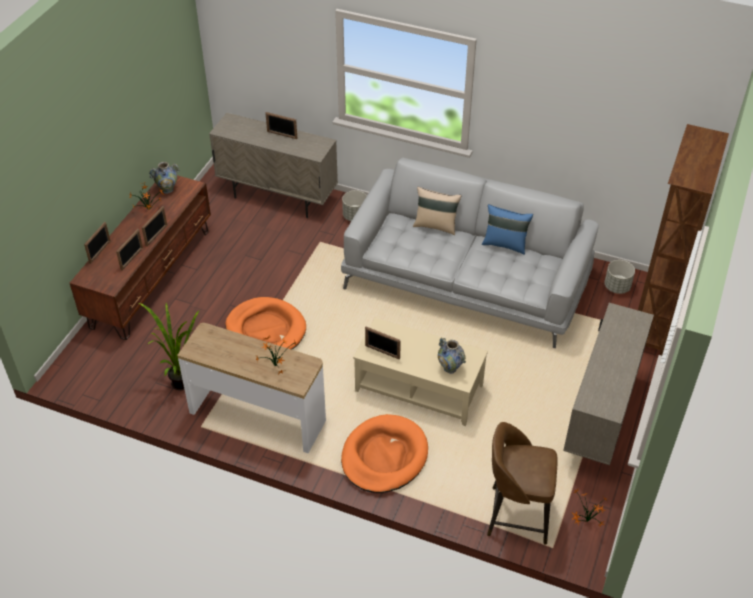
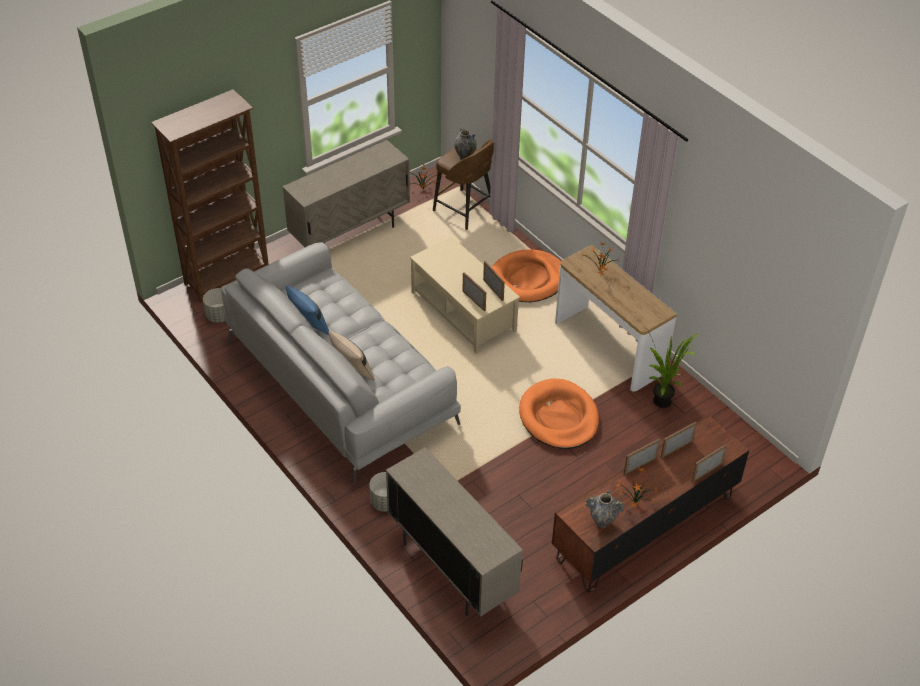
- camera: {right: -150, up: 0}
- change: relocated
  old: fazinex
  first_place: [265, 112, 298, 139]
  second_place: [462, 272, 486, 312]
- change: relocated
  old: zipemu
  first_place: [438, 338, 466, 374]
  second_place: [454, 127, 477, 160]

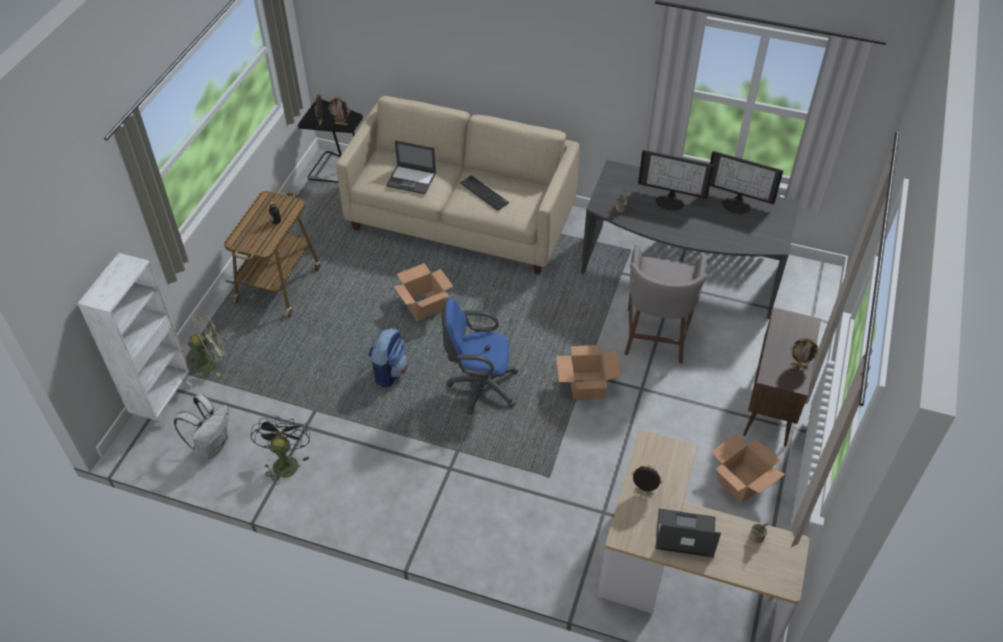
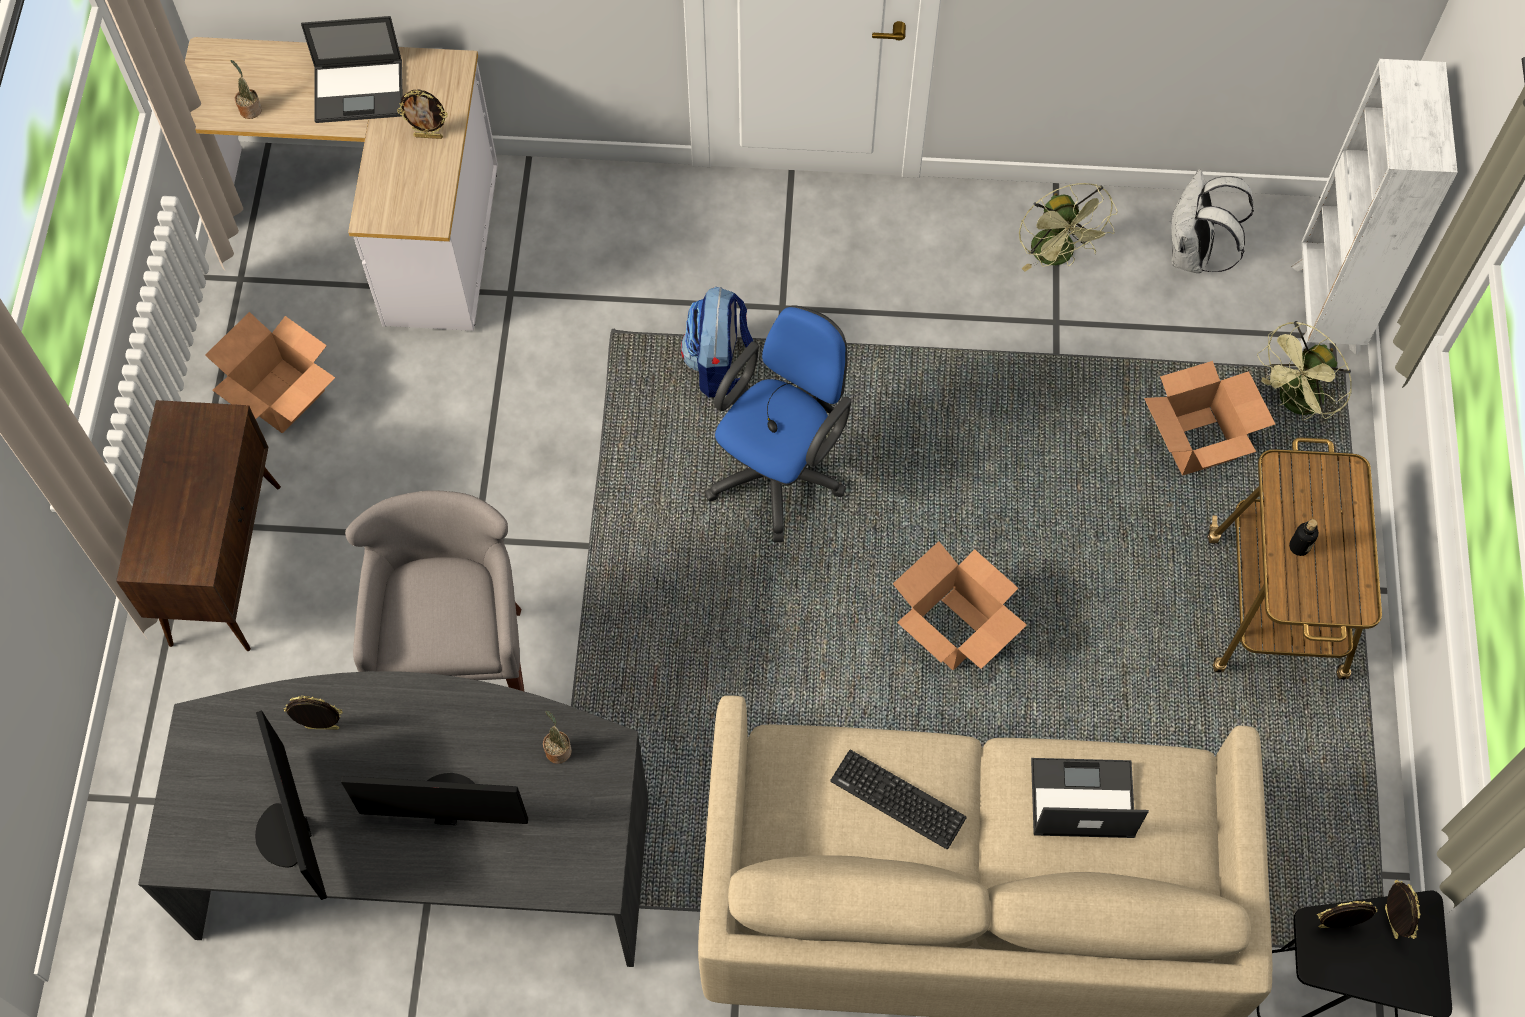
- camera: {right: 165, up: 15}
- change: colour
  old: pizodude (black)
  new: pizodude (green)
  first_place: [250, 416, 310, 485]
  second_place: [1019, 183, 1118, 272]
- change: relocated
  old: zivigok
  first_place: [368, 328, 408, 388]
  second_place: [681, 287, 753, 397]
- change: spun
  old: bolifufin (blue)
  first_place: [442, 298, 518, 414]
  second_place: [705, 305, 851, 542]
  degrees: -45
- change: relocated
  old: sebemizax
  first_place: [556, 345, 621, 400]
  second_place: [1144, 361, 1275, 476]
- change: spun
  old: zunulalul
  first_place: [710, 151, 783, 214]
  second_place: [255, 711, 327, 900]
  degrees: -120
- change: relocated
  old: fazinex
  first_place: [790, 338, 819, 368]
  second_place: [284, 696, 343, 730]

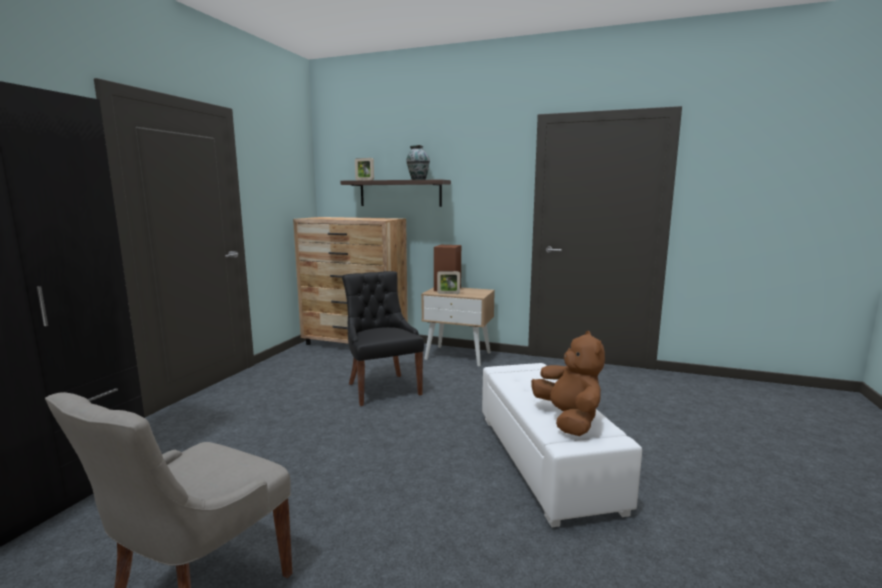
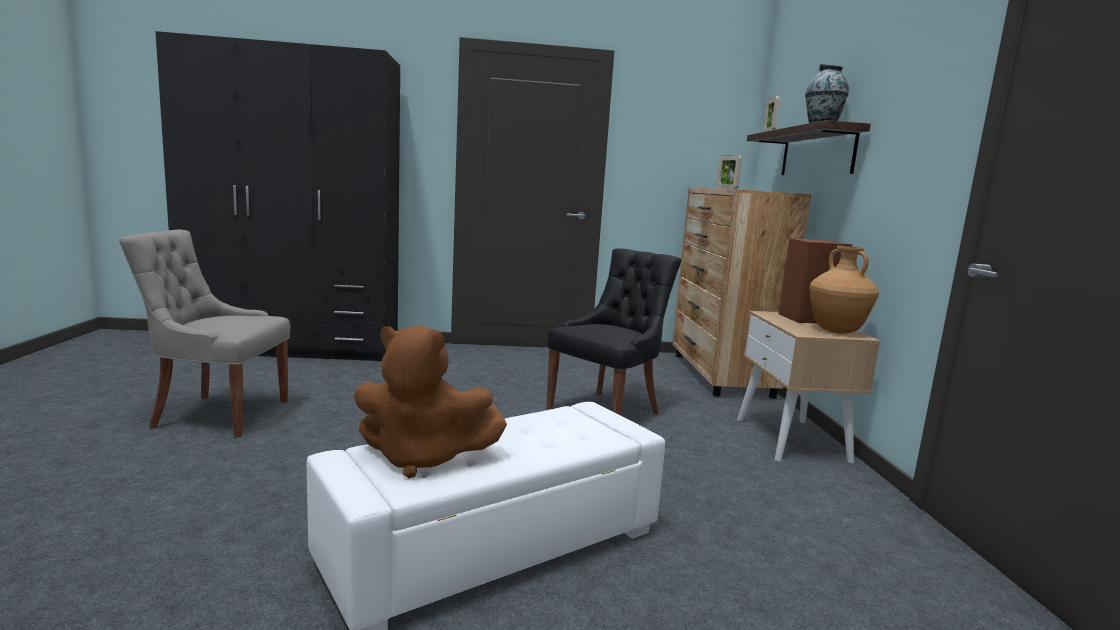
- camera: {right: 65, up: 0}
- change: relocated
  old: fazinex
  first_place: [437, 271, 460, 294]
  second_place: [716, 155, 742, 189]
- change: spun
  old: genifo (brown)
  first_place: [531, 331, 605, 436]
  second_place: [354, 325, 507, 479]
  degrees: 45
- change: appeared
  new: zipemu (brown)
  second_place: [809, 246, 879, 334]

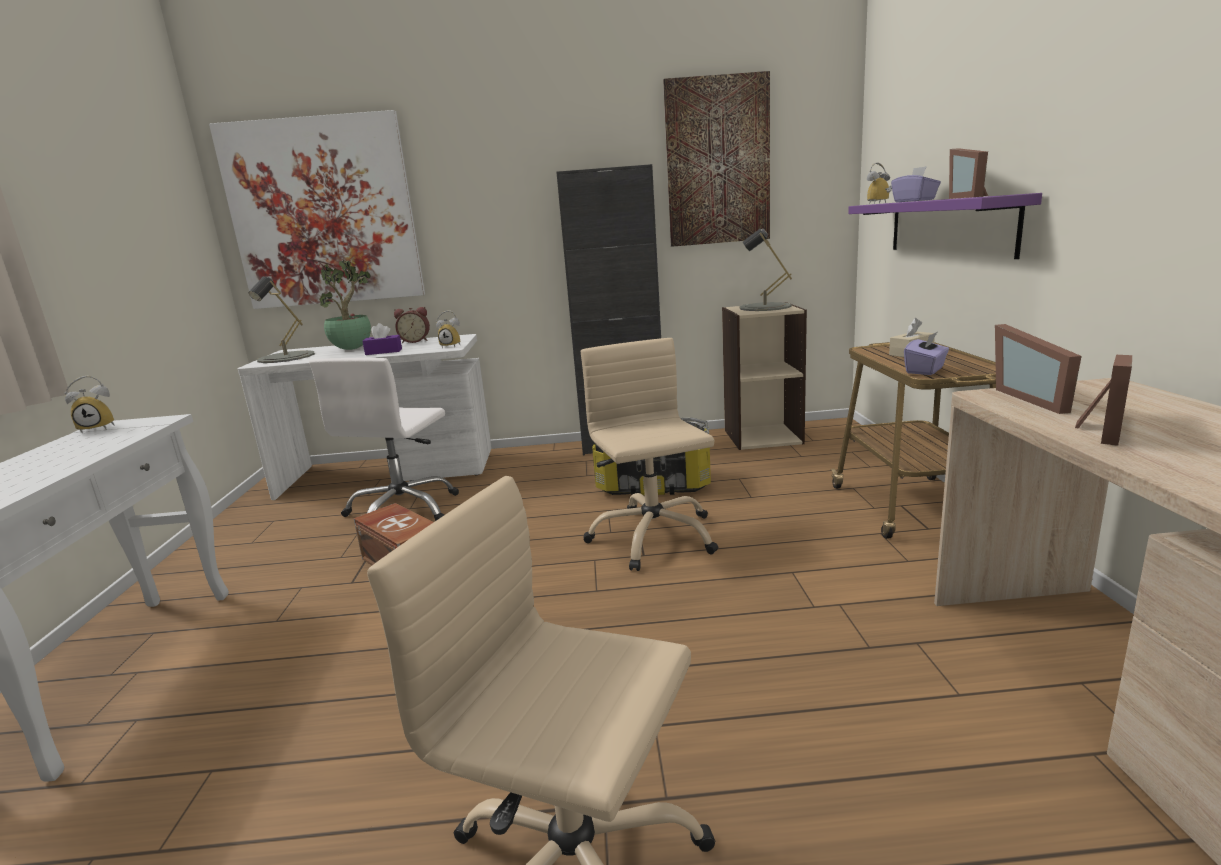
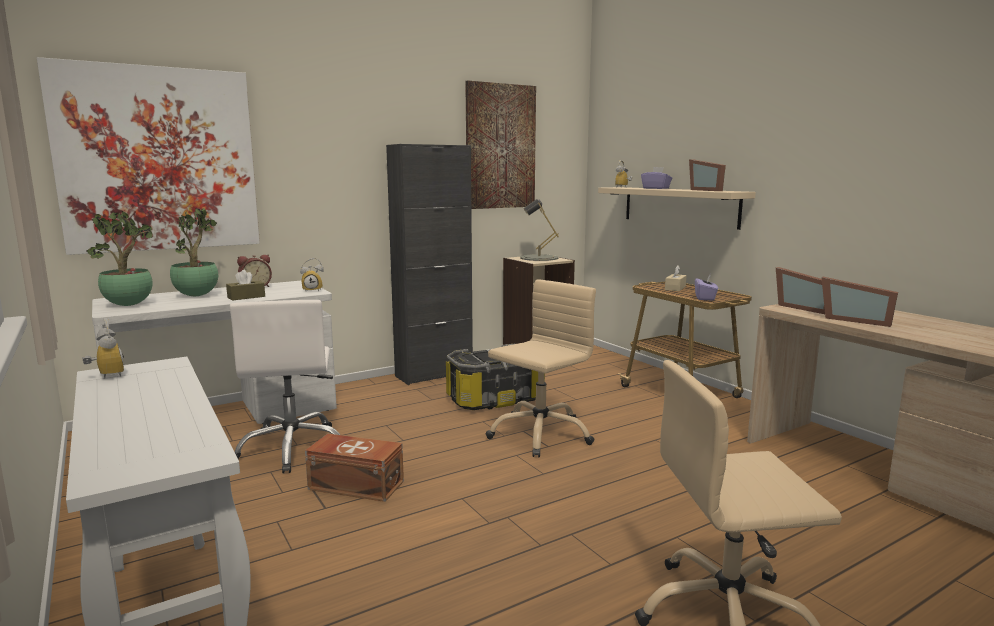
- camera: {right: -30, up: -5}
- change: spun
  old: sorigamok
  first_place: [64, 376, 115, 433]
  second_place: [82, 318, 124, 379]
  degrees: -75
- change: exchanged
  old: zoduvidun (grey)
  new: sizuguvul
  first_place: [249, 276, 315, 363]
  second_place: [86, 211, 153, 306]
- change: colour
  old: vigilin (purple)
  new: vigilin (brown)
  first_place: [362, 323, 402, 355]
  second_place: [226, 270, 265, 301]
- change: spun
  old: bolifufin (beige)
  first_place: [581, 338, 718, 571]
  second_place: [486, 279, 596, 457]
  degrees: 90
- change: colour
  old: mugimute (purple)
  new: mugimute (beige)
  first_place: [848, 193, 1042, 259]
  second_place: [598, 187, 756, 230]
- change: spun
  old: fazinex
  first_place: [1075, 355, 1132, 446]
  second_place: [821, 277, 898, 327]
  degrees: 120

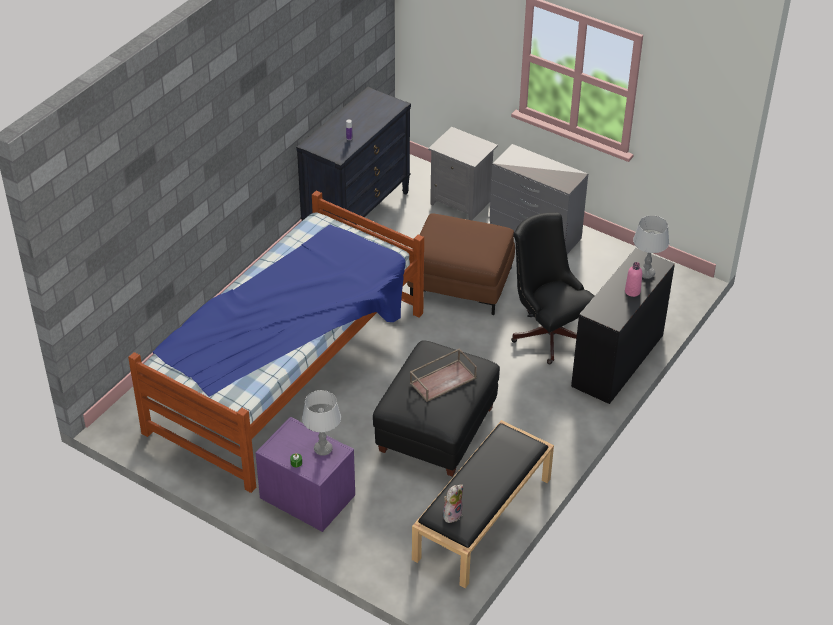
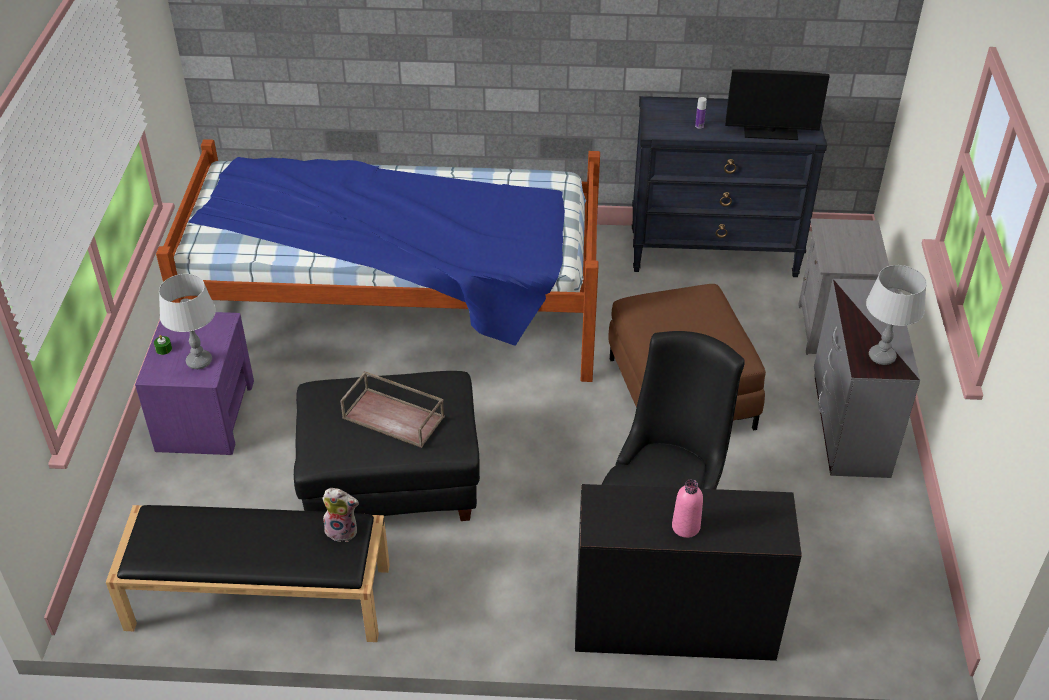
- camera: {right: 60, up: 0}
- change: relocated
  old: genifo
  first_place: [443, 484, 463, 523]
  second_place: [322, 488, 359, 542]
- change: relocated
  old: zoduvidun (grey)
  first_place: [633, 215, 669, 279]
  second_place: [866, 265, 927, 365]
- change: appeared
  new: zunulalul
  second_place: [725, 69, 830, 140]

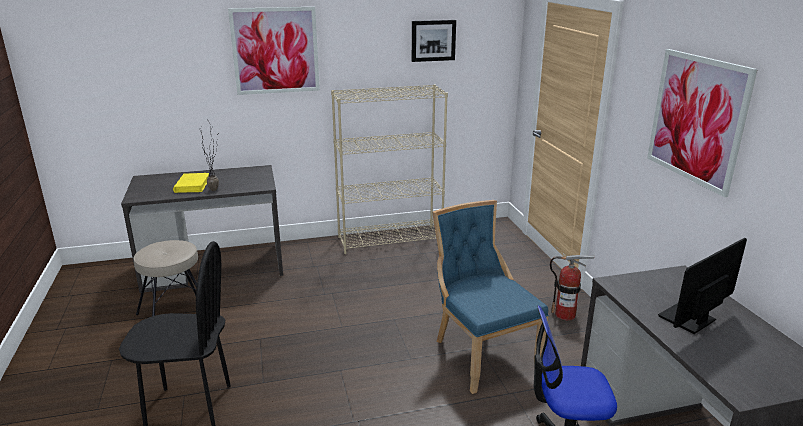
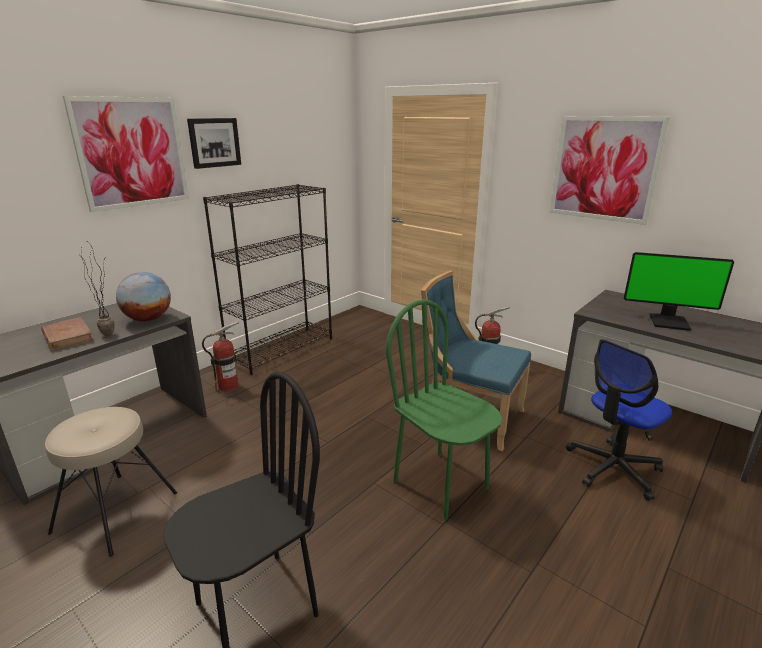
- camera: {right: -35, up: 0}
- change: colour
  old: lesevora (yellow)
  new: lesevora (brown)
  first_place: [173, 173, 210, 193]
  second_place: [41, 317, 94, 351]
- change: colour
  old: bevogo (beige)
  new: bevogo (black)
  first_place: [331, 84, 448, 254]
  second_place: [203, 184, 332, 375]
- change: relocated
  old: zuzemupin
  first_place: [412, 20, 456, 62]
  second_place: [187, 118, 241, 169]
- change: spun
  old: zunulalul
  first_place: [658, 238, 747, 334]
  second_place: [624, 252, 734, 331]
  degrees: -90
- change: appeared
  new: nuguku
  second_place: [116, 272, 171, 321]
- change: appeared
  new: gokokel
  second_place: [202, 321, 239, 391]
- change: appeared
  new: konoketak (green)
  second_place: [386, 299, 502, 520]

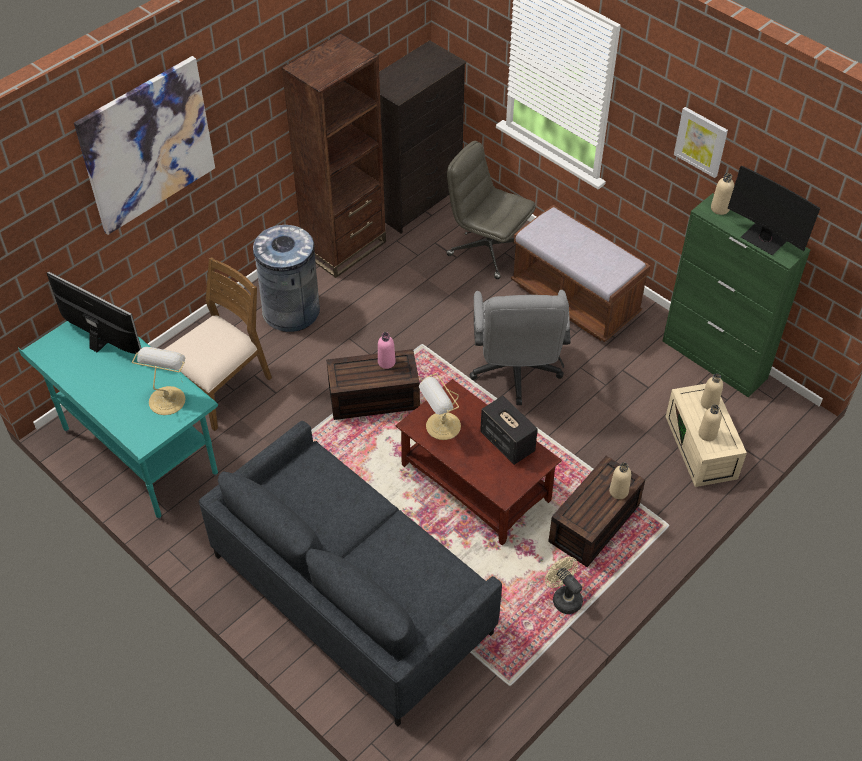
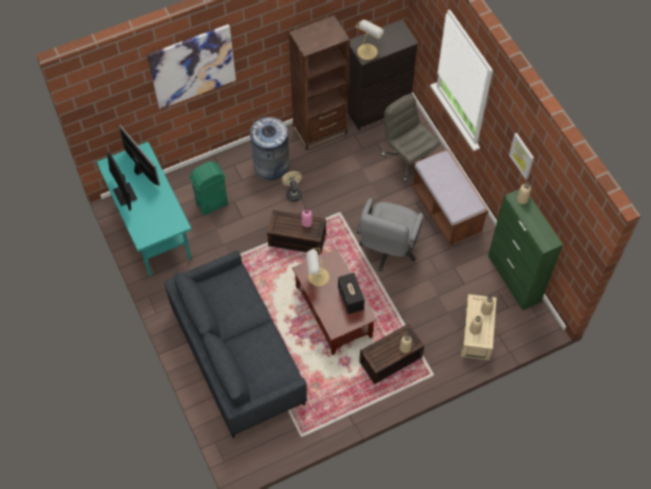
- camera: {right: 20, up: 10}
- change: relocated
  old: zoduvidun
  first_place: [132, 347, 185, 415]
  second_place: [355, 20, 384, 60]
- change: exchanged
  old: konoketak (brown)
  new: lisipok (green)
  first_place: [164, 257, 272, 431]
  second_place: [189, 162, 228, 216]
- change: relocated
  old: pizodude (beige)
  first_place: [545, 557, 583, 614]
  second_place: [281, 171, 302, 202]
- change: relocated
  old: zunulalul
  first_place: [727, 165, 820, 256]
  second_place: [107, 152, 137, 211]

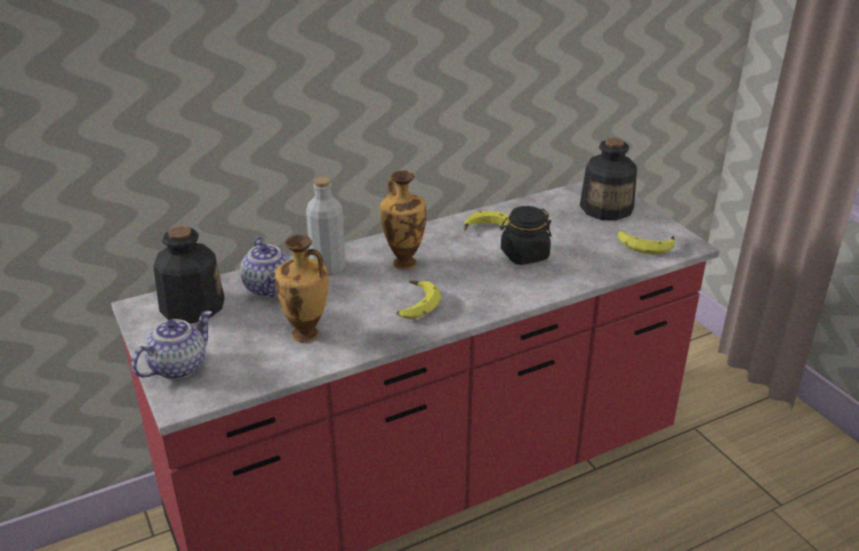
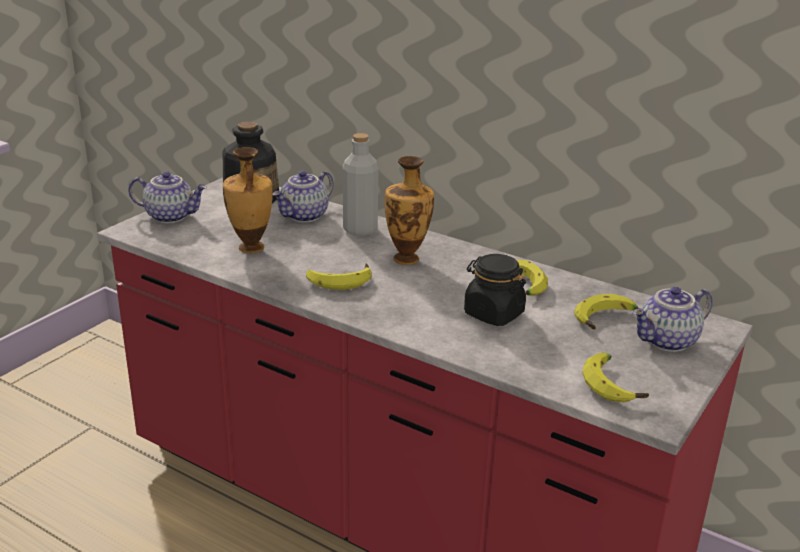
- camera: {right: 60, up: -5}
- change: exchanged
  old: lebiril
  new: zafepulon
  first_place: [580, 138, 637, 220]
  second_place: [632, 287, 713, 352]
- change: appeared
  new: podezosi
  second_place: [574, 294, 638, 330]

